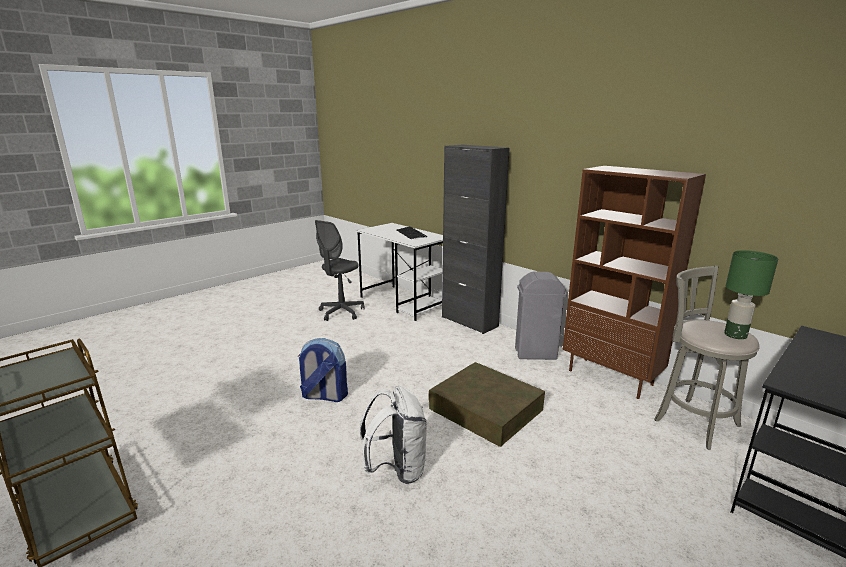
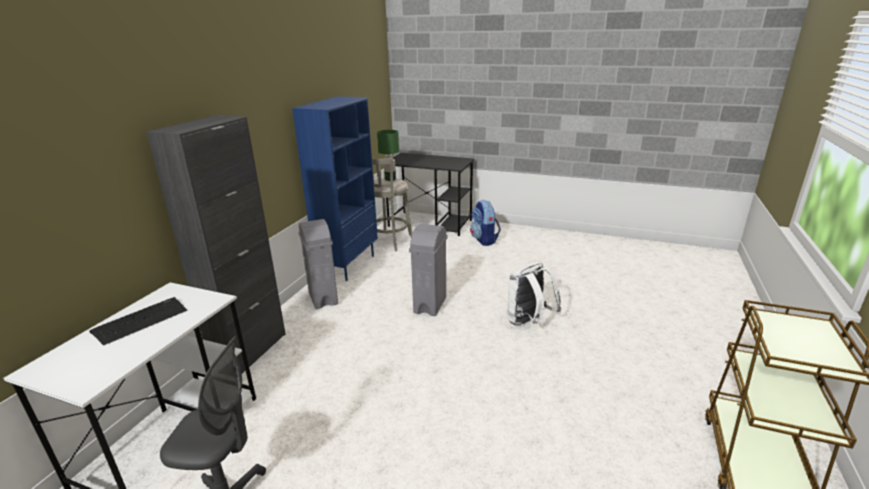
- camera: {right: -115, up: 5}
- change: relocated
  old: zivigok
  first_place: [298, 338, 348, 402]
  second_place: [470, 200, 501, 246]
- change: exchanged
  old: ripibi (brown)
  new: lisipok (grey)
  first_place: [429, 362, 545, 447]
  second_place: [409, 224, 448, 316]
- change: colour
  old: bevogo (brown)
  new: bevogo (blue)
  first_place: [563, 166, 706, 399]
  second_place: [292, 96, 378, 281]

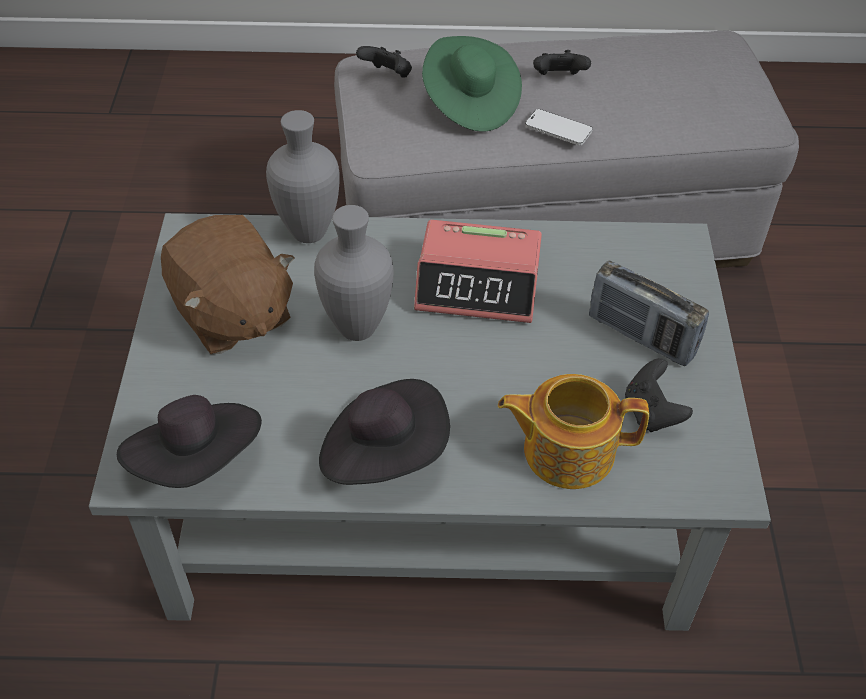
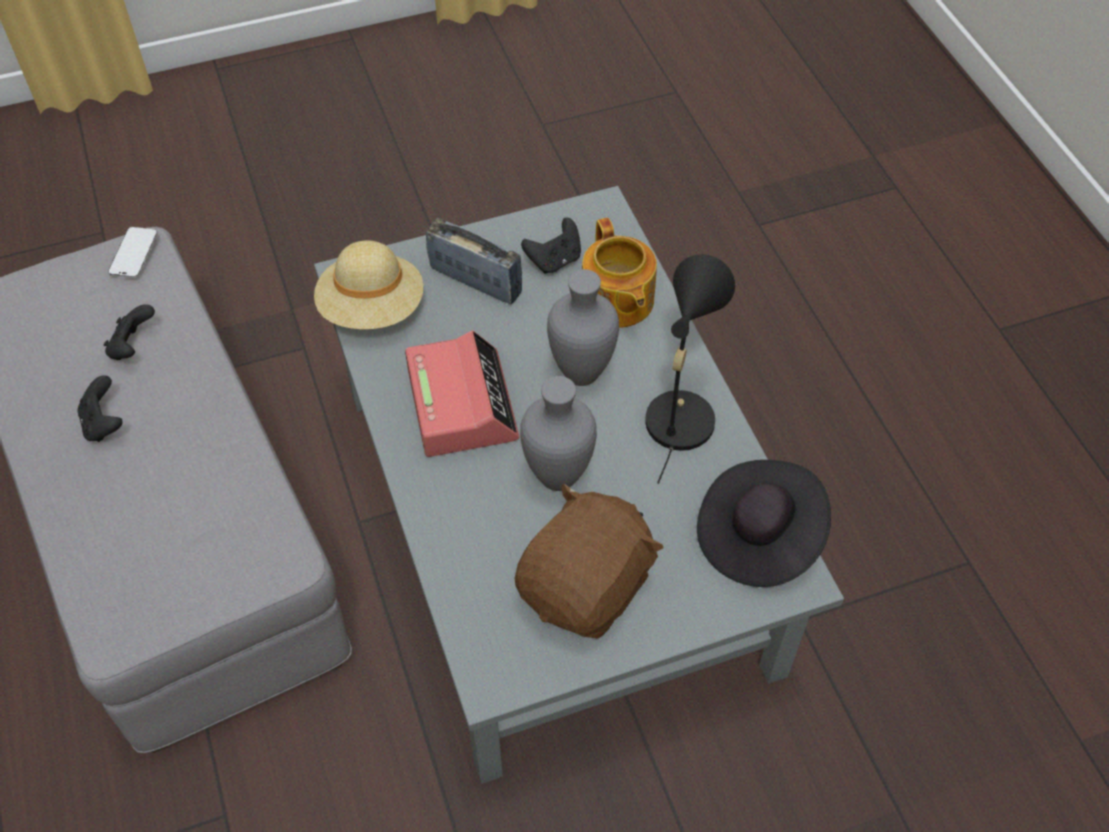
- camera: {right: -110, up: 5}
- change: relocated
  old: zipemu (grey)
  first_place: [266, 110, 340, 243]
  second_place: [547, 269, 619, 386]
- change: exchanged
  old: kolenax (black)
  new: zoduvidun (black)
  first_place: [319, 379, 450, 485]
  second_place: [645, 254, 735, 484]
- change: relocated
  old: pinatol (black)
  first_place: [356, 46, 412, 77]
  second_place: [104, 304, 155, 360]
- change: missing
  old: kolenax (green)
  first_place: [422, 36, 522, 132]
- change: relocated
  old: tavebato
  first_place: [525, 109, 593, 145]
  second_place: [108, 227, 158, 279]
- change: spun
  old: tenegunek
  first_place: [589, 261, 709, 366]
  second_place: [426, 218, 522, 304]
  degrees: -75
- change: appeared
  new: kolenax (beige)
  second_place: [314, 240, 423, 329]

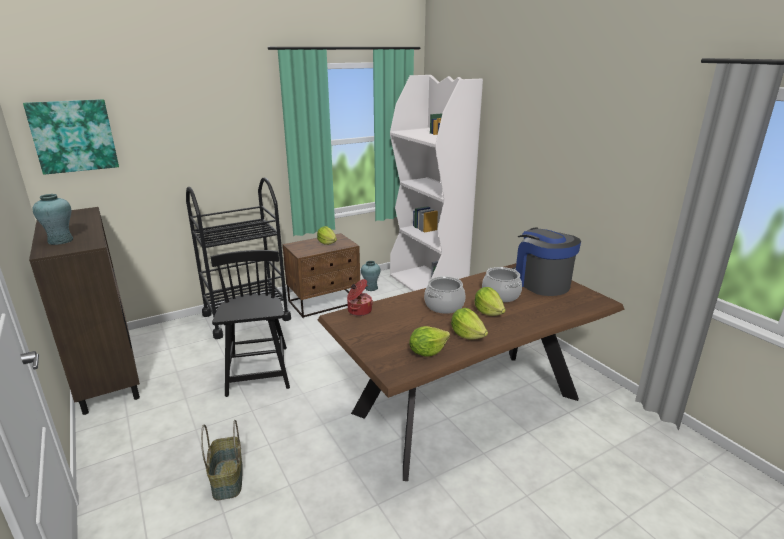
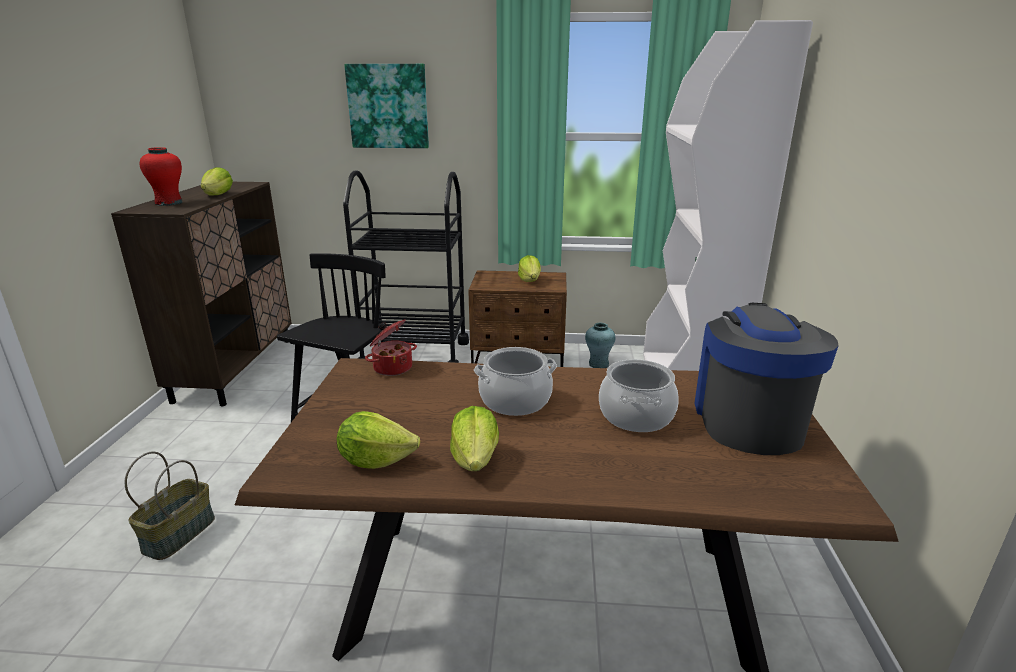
- camera: {right: 35, up: 0}
- change: relocated
  old: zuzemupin
  first_place: [23, 99, 119, 175]
  second_place: [344, 64, 429, 148]
- change: colour
  old: zipemu (turquoise)
  new: zipemu (red)
  first_place: [32, 194, 73, 245]
  second_place: [140, 147, 182, 206]
- change: relocated
  old: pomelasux
  first_place: [474, 287, 506, 316]
  second_place: [200, 167, 233, 195]

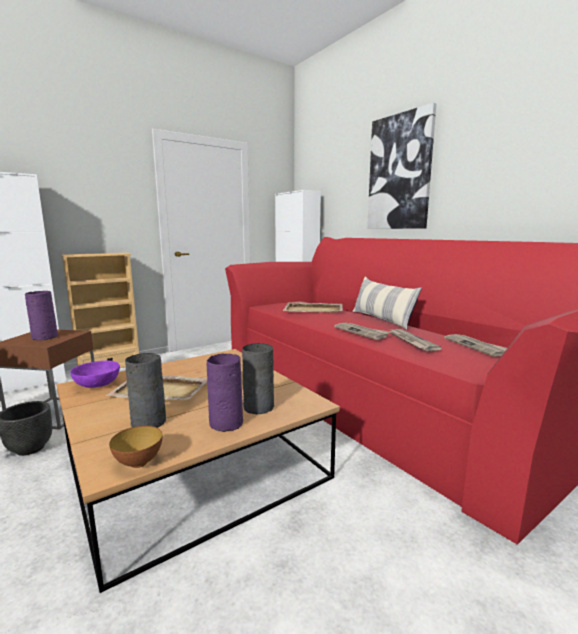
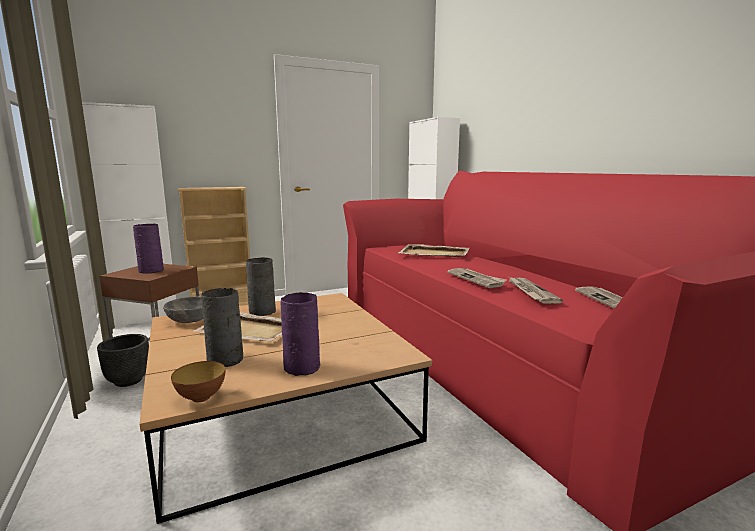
- camera: {right: 10, up: 0}
- change: colour
  old: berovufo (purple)
  new: berovufo (grey)
  first_place: [70, 360, 120, 388]
  second_place: [163, 296, 203, 323]
- change: relocated
  old: zipemu (grey)
  first_place: [242, 343, 274, 414]
  second_place: [246, 257, 276, 316]
- change: missing
  old: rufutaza
  first_place: [352, 277, 422, 330]
- change: missing
  old: zuzemupin
  first_place: [367, 103, 436, 229]

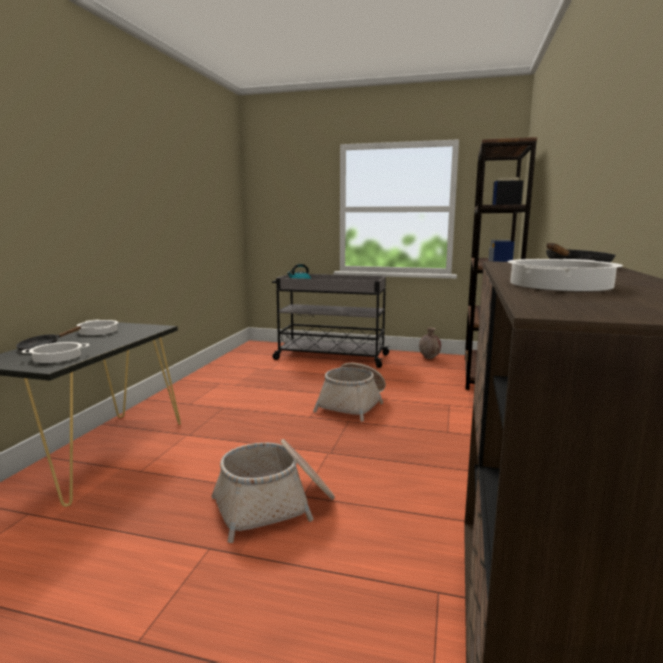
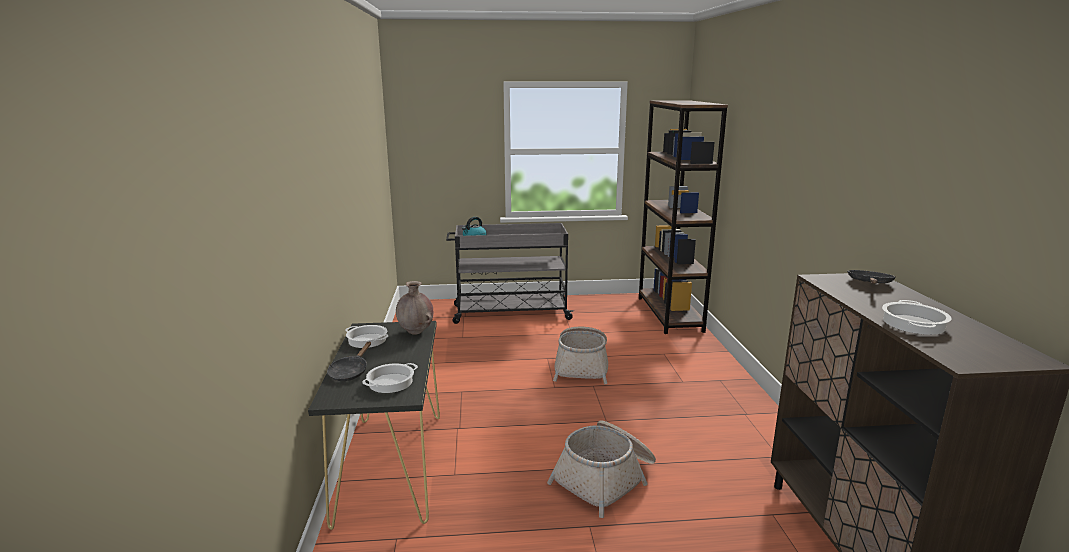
- camera: {right: -20, up: 5}
- change: relocated
  old: zipemu (brown)
  first_place: [419, 327, 441, 359]
  second_place: [396, 281, 433, 335]

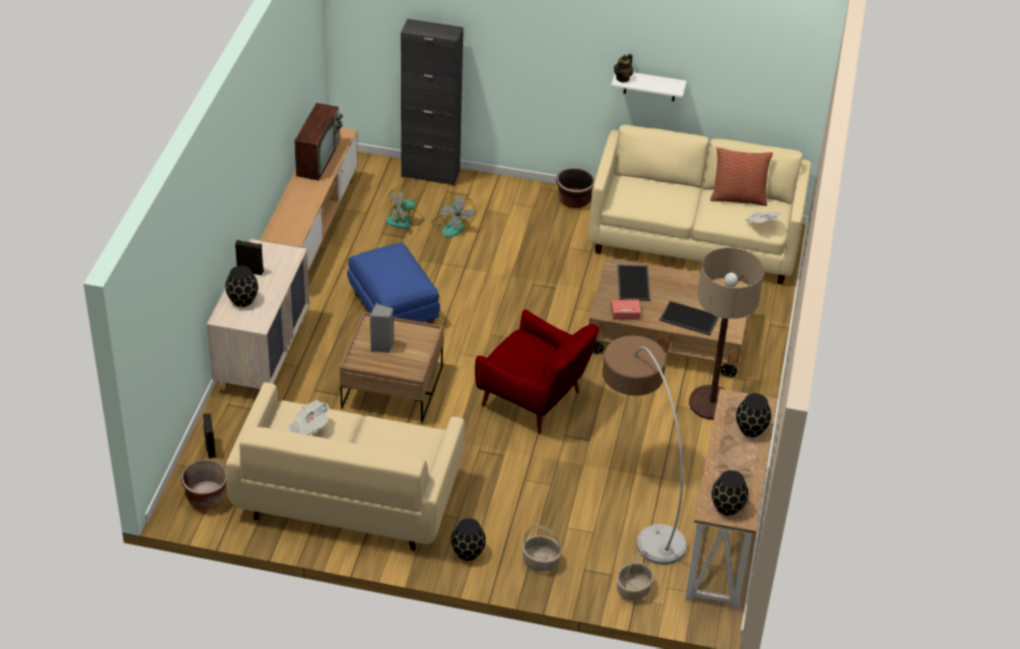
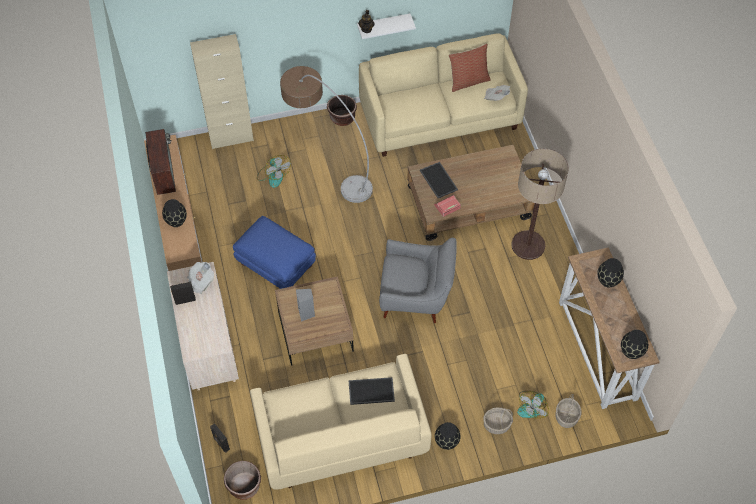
- camera: {right: -25, up: 15}
- change: relocated
  old: zipemu (black)
  first_place: [225, 266, 258, 307]
  second_place: [162, 199, 187, 227]
- change: relocated
  old: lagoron
  first_place: [288, 400, 329, 435]
  second_place: [187, 262, 214, 294]
- change: relocated
  old: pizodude
  first_place: [386, 187, 424, 229]
  second_place: [517, 391, 549, 419]
- change: colour
  old: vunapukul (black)
  new: vunapukul (beige)
  first_place: [401, 19, 463, 186]
  second_place: [190, 34, 254, 149]
- change: colour
  old: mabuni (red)
  new: mabuni (grey)
  first_place: [475, 310, 599, 434]
  second_place: [379, 238, 457, 323]
- change: relocated
  old: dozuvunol
  first_place: [602, 335, 687, 565]
  second_place: [280, 66, 373, 203]
- change: relocated
  old: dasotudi
  first_place: [659, 301, 719, 336]
  second_place: [349, 377, 395, 405]

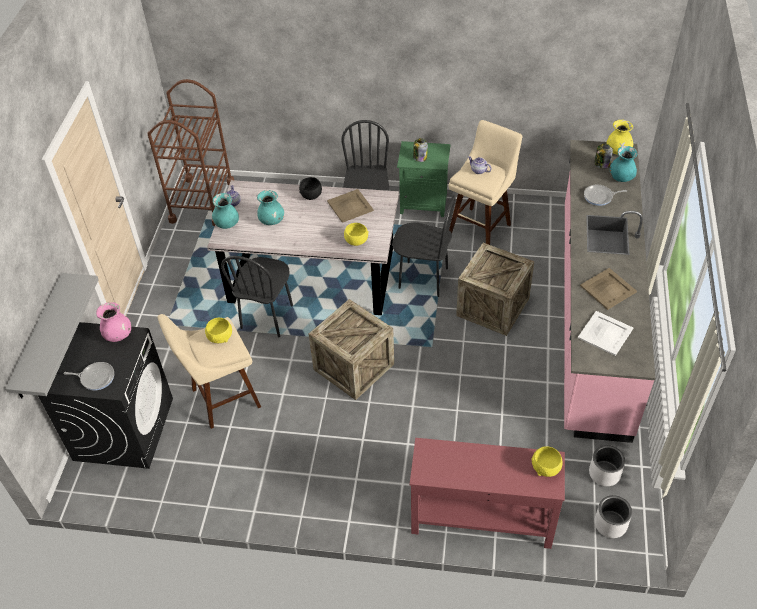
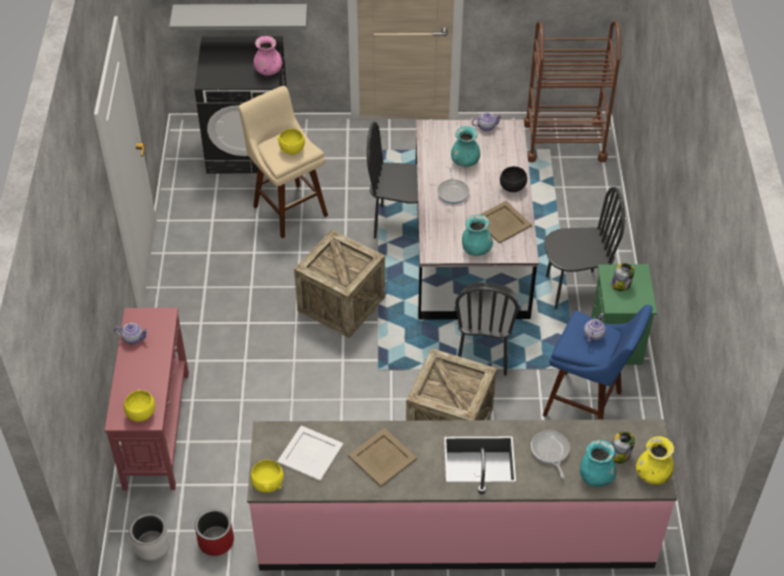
- camera: {right: 80, up: 0}
- change: relocated
  old: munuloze
  first_place: [64, 362, 114, 390]
  second_place: [437, 167, 469, 204]
- change: relocated
  old: zipemu (turquoise)
  first_place: [212, 193, 239, 229]
  second_place: [462, 214, 493, 256]
- change: relocated
  old: berovufo (yellow)
  first_place: [344, 223, 369, 246]
  second_place: [251, 460, 284, 493]
- change: colour
  old: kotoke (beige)
  new: kotoke (blue)
  first_place: [448, 120, 522, 245]
  second_place: [543, 305, 652, 420]
- change: colour
  old: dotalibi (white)
  new: dotalibi (red)
  first_place: [589, 445, 625, 486]
  second_place: [195, 509, 234, 556]
- change: appeared
  new: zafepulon
  second_place: [114, 323, 149, 344]

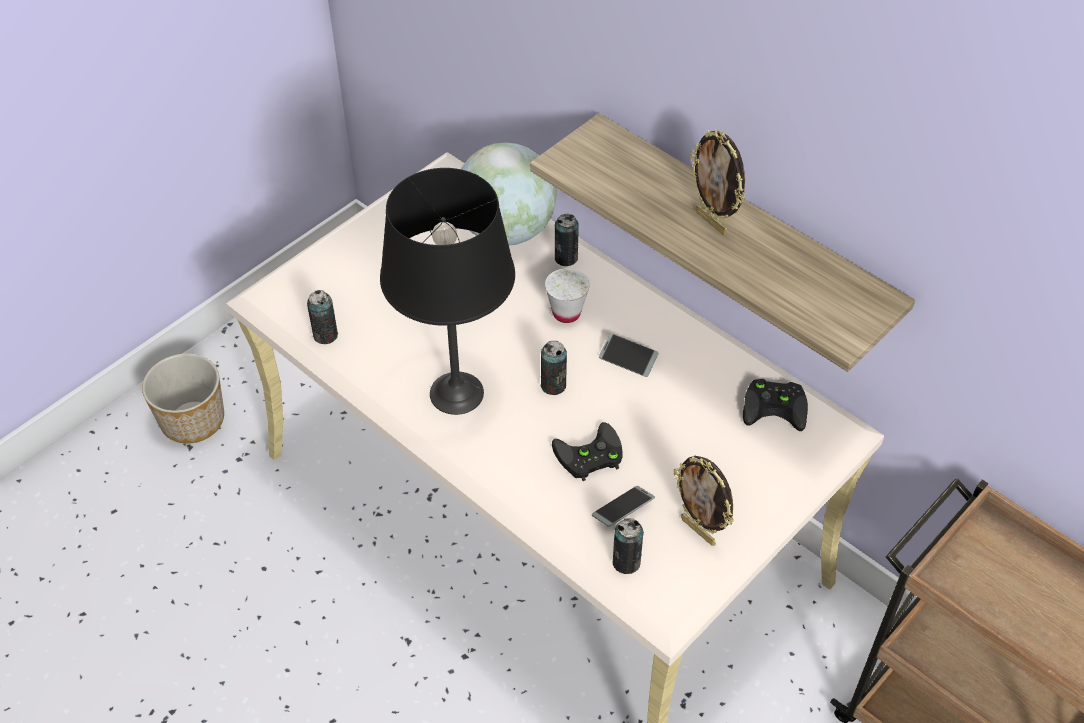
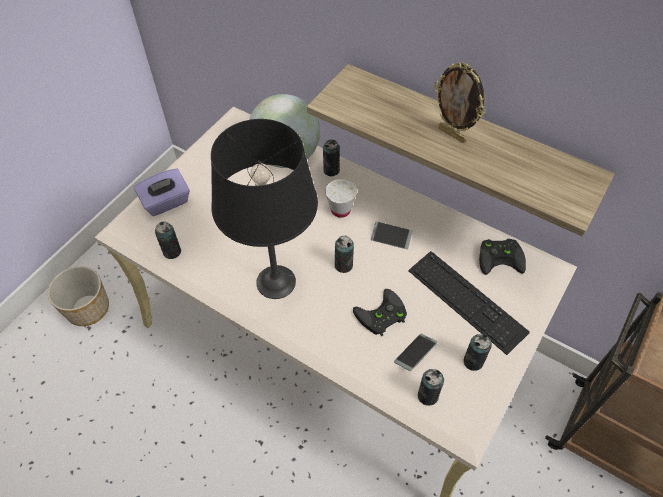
- camera: {right: -10, up: 5}
- change: exchanged
  old: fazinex
  new: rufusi
  first_place: [674, 456, 734, 546]
  second_place: [464, 334, 492, 371]
- change: appeared
  new: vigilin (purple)
  second_place: [134, 169, 190, 216]
- change: appeared
  new: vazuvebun
  second_place: [408, 251, 530, 355]

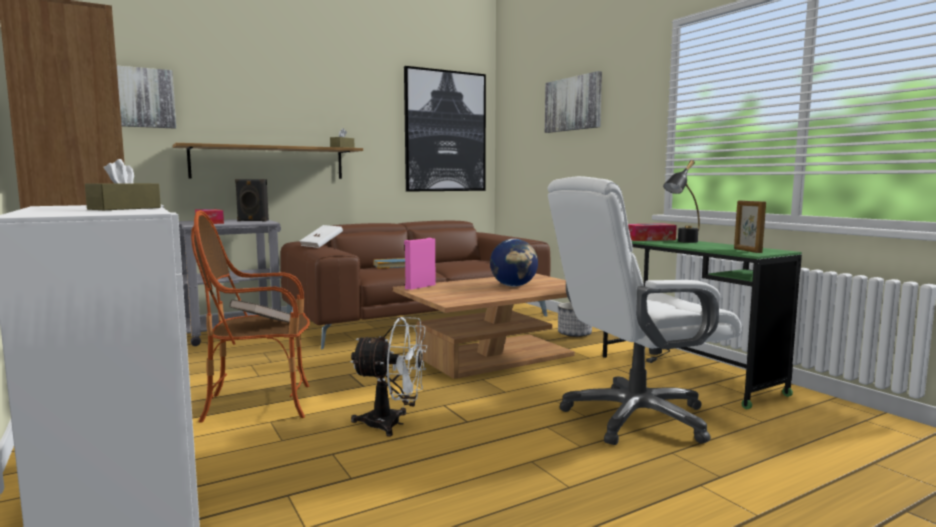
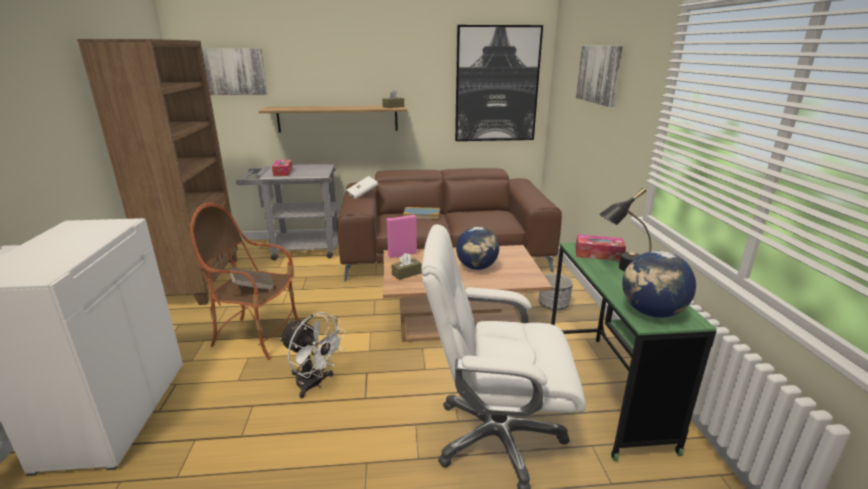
- camera: {right: 25, up: 15}
- change: relocated
  old: vigilin (brown)
  first_place: [85, 159, 161, 210]
  second_place: [392, 253, 422, 280]
- change: missing
  old: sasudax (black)
  first_place: [235, 179, 269, 221]
- change: exchanged
  old: fazinex
  new: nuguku
  first_place: [734, 200, 766, 253]
  second_place: [622, 251, 696, 318]

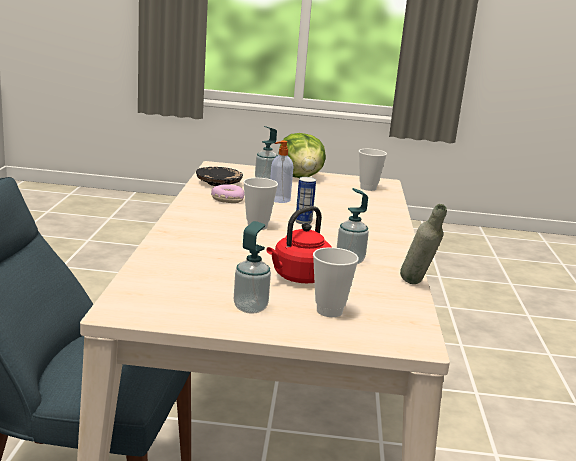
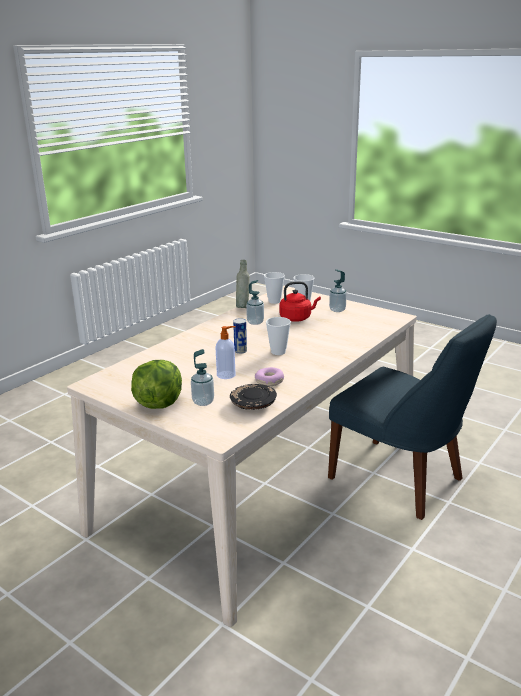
- camera: {right: -145, up: 5}
- change: relocated
  old: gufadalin
  first_place: [359, 149, 387, 191]
  second_place: [264, 272, 285, 304]

